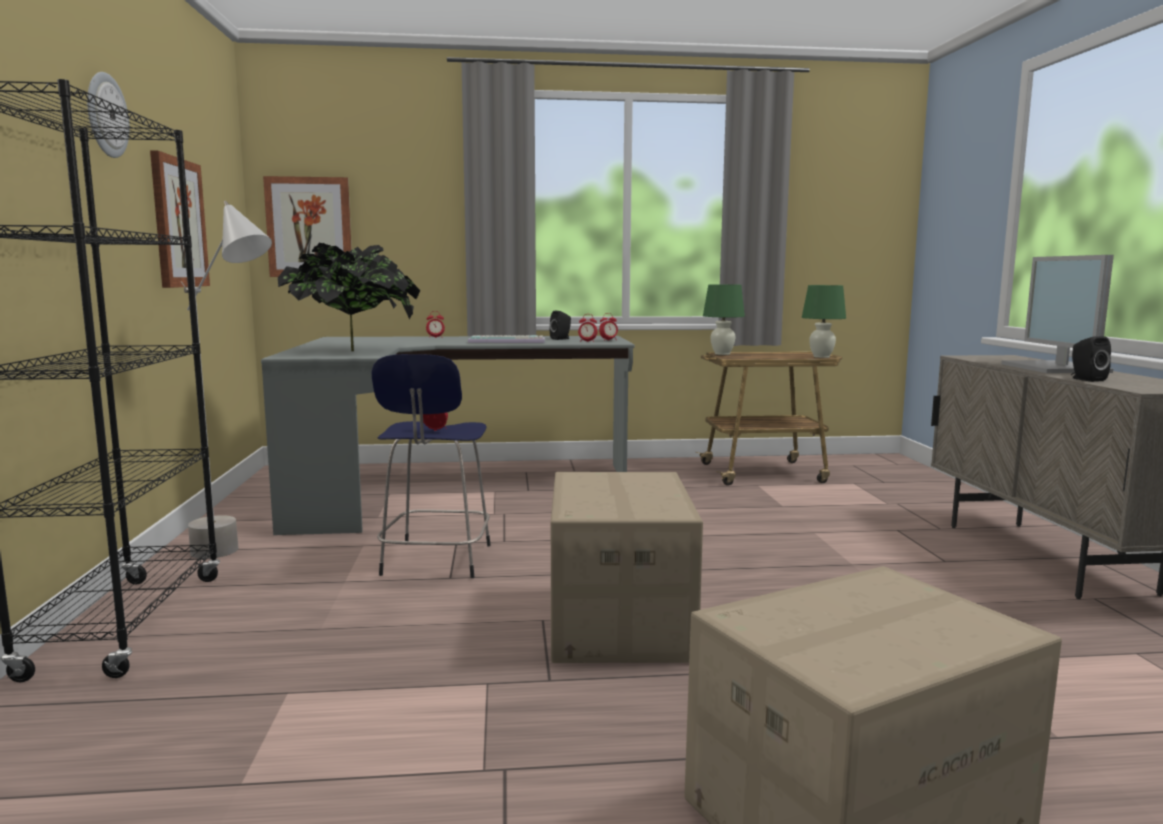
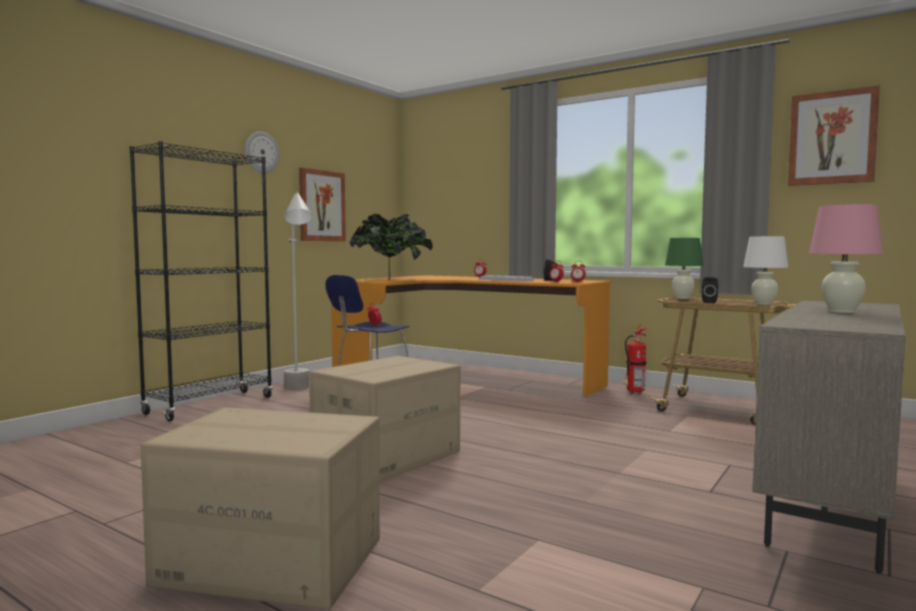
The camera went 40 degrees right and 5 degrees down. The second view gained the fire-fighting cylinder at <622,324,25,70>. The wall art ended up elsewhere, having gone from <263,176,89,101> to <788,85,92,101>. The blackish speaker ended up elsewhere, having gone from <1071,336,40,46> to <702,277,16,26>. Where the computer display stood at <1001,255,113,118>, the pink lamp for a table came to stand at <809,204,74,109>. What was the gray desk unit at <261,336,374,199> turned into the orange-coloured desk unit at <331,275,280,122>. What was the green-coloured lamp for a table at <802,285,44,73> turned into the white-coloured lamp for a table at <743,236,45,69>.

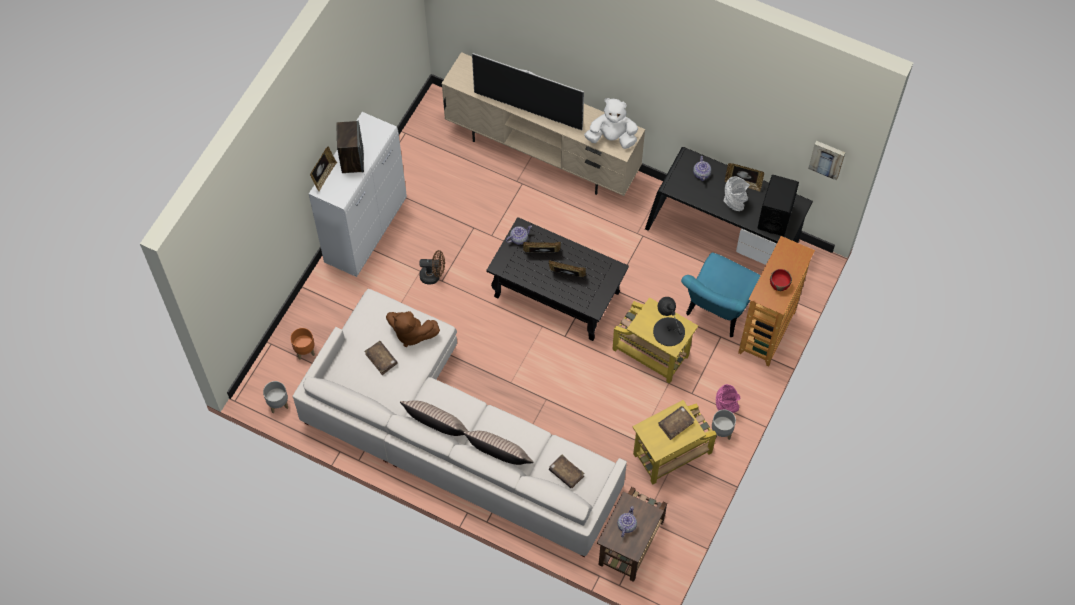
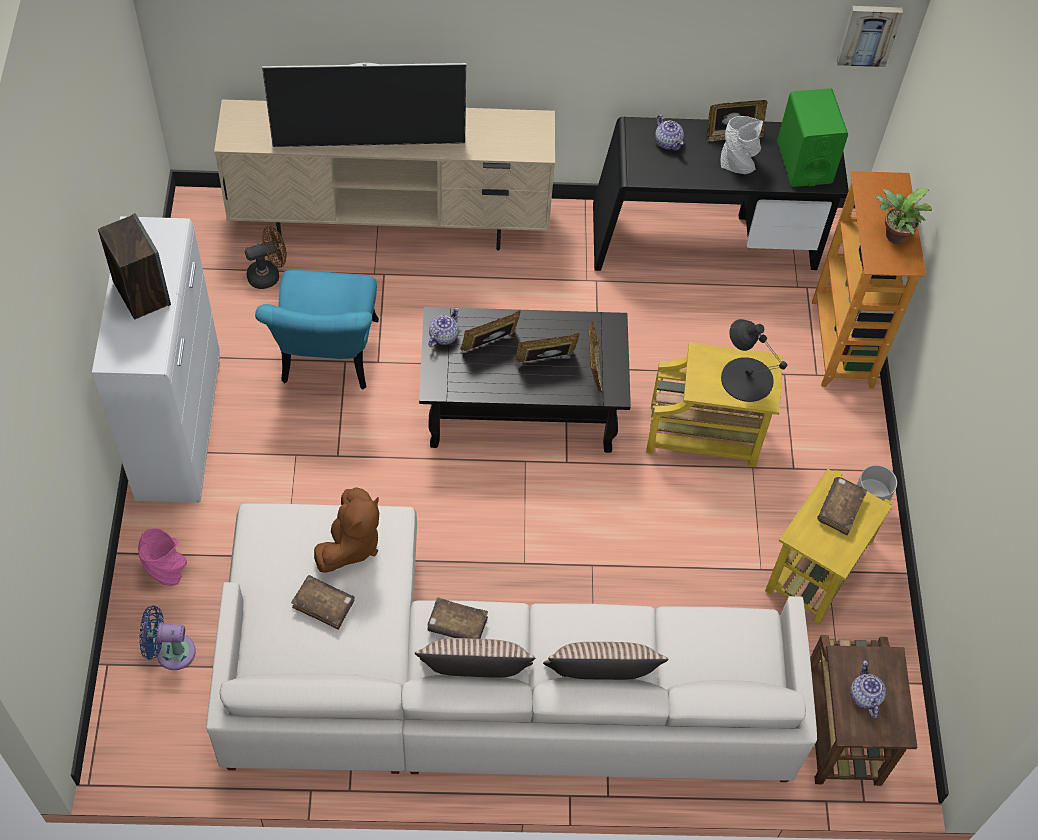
The camera went 30 degrees left and 5 degrees down. The second view lost the gray plant pot at <263,381,25,32>. The second view lost the white-coloured cuddly toy at <584,98,54,51>. The standing frame ended up elsewhere, having gone from <310,146,27,46> to <589,319,14,75>. The brownish electric fan ended up elsewhere, having gone from <419,250,26,35> to <245,226,42,63>. The brownish volume ended up elsewhere, having gone from <549,455,36,34> to <428,597,60,42>. The turquoise-coloured upright chair ended up elsewhere, having gone from <681,253,80,84> to <255,270,124,120>. The pink flower vase ended up elsewhere, having gone from <716,384,24,29> to <138,528,49,58>. Where the orange-coloured plant pot stood at <290,328,25,32>, the blue-coloured electric fan came to stand at <140,606,56,64>. Where the red-coloured deep dish stood at <770,269,22,22>, the potted plant came to stand at <875,189,57,55>. What was the blackish speaker at <758,175,41,61> turned into the green-coloured speaker at <777,88,71,99>. The brownish cuddly toy at <386,311,54,36> ended up facing another way, 60 degrees counterclockwise from before.

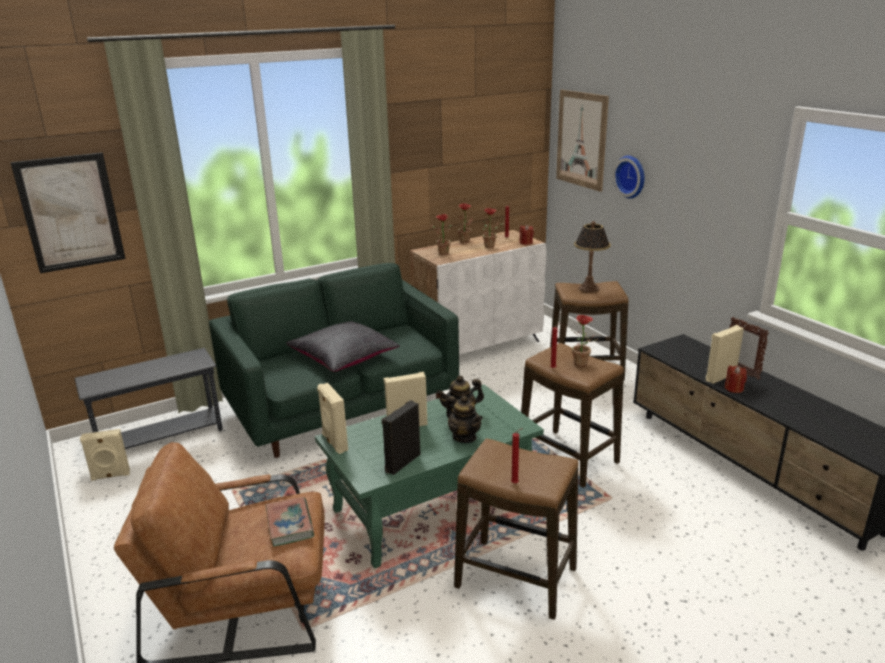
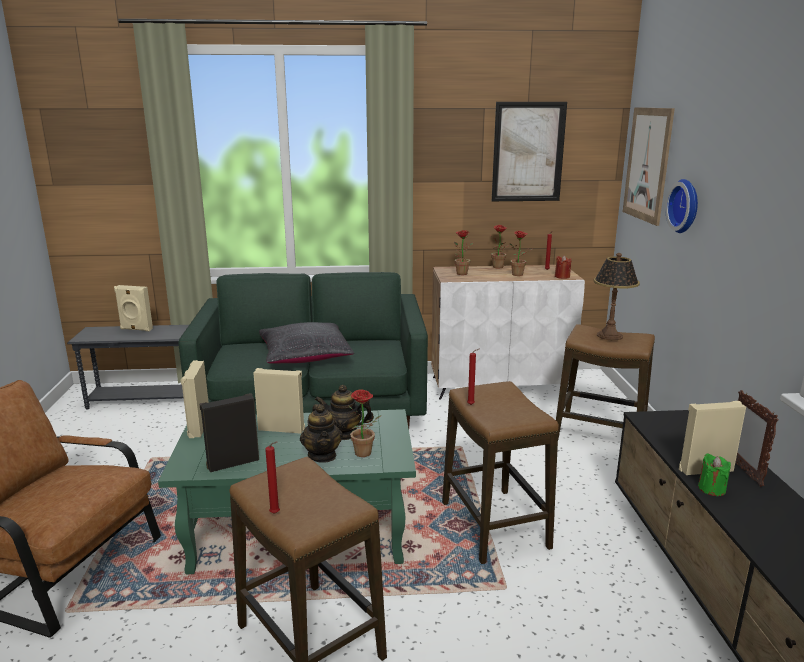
The camera went 25 degrees right and 5 degrees down. The second view lost the volume at <266,497,48,50>. The wall art ended up elsewhere, having gone from <10,152,116,121> to <492,102,75,99>. The sand-coloured speaker ended up elsewhere, having gone from <80,429,50,52> to <114,285,39,46>. The potted plant ended up elsewhere, having gone from <570,315,28,52> to <349,389,32,68>. What was the red-coloured wax light at <725,365,22,28> turned into the green-coloured wax light at <698,454,33,42>.

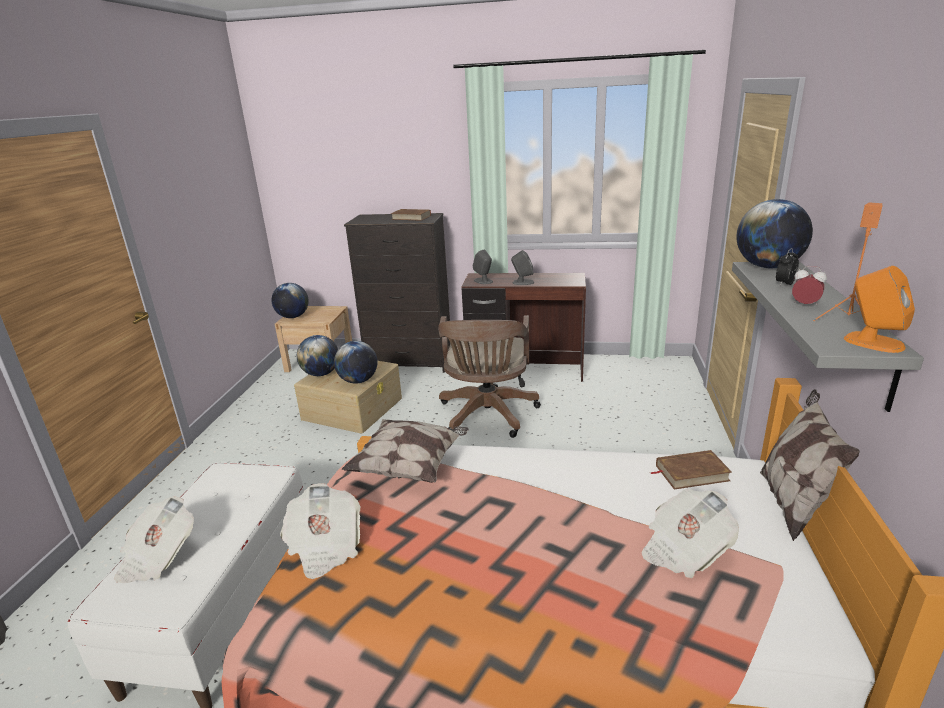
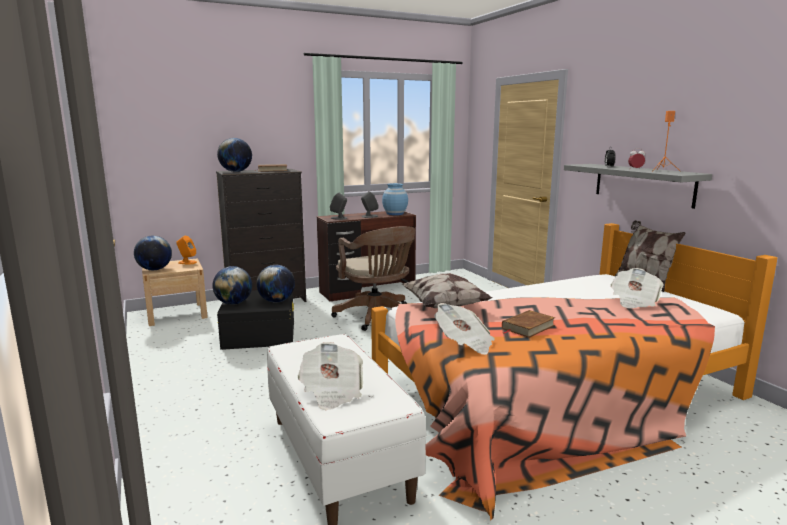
The camera went 35 degrees left and 10 degrees down. The second view gained the blue-coloured flower vase at <382,183,26,32>. The brownish volume ended up elsewhere, having gone from <650,450,82,39> to <502,310,53,28>. The world globe ended up elsewhere, having gone from <737,199,76,69> to <217,138,35,34>. The orange-coloured speaker ended up elsewhere, having gone from <844,266,71,87> to <176,236,21,28>. What was the sand-coloured storage bin at <294,361,108,73> turned into the blackish storage bin at <217,290,77,60>.

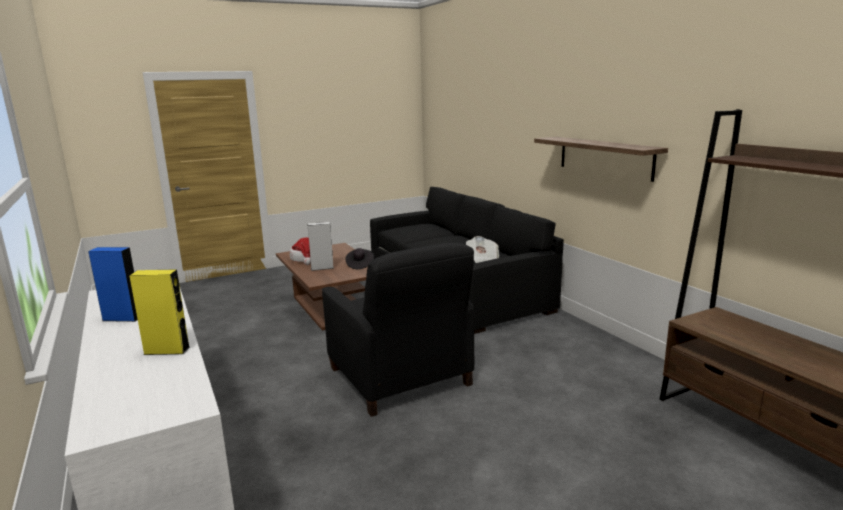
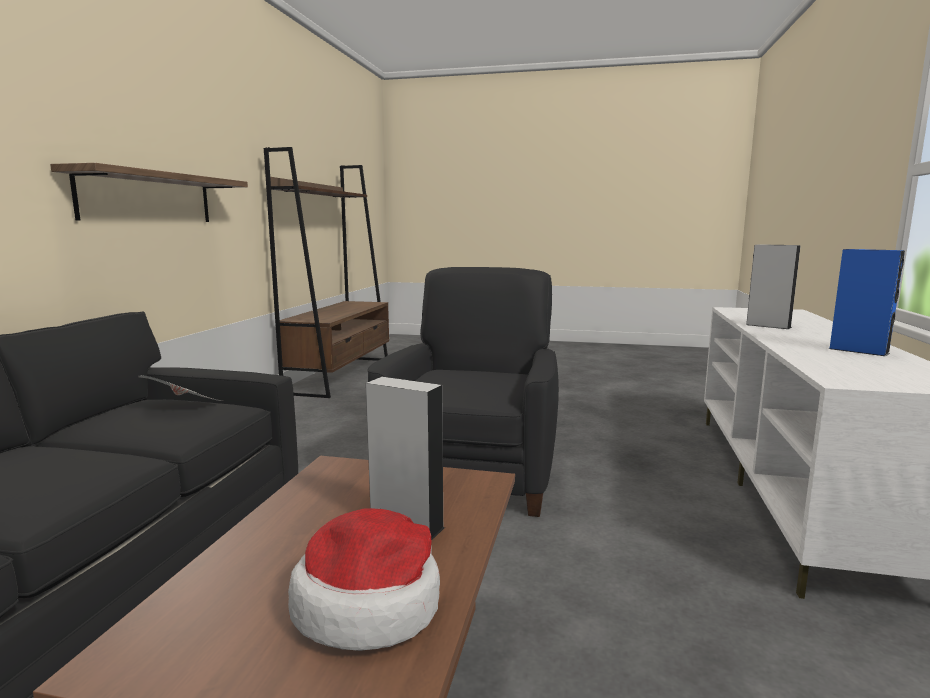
The camera went 140 degrees left and 5 degrees down. The second view lost the blackish clothing hat at <345,248,29,21>. What was the yellowish speaker at <129,269,61,86> turned into the gray speaker at <746,244,55,85>.

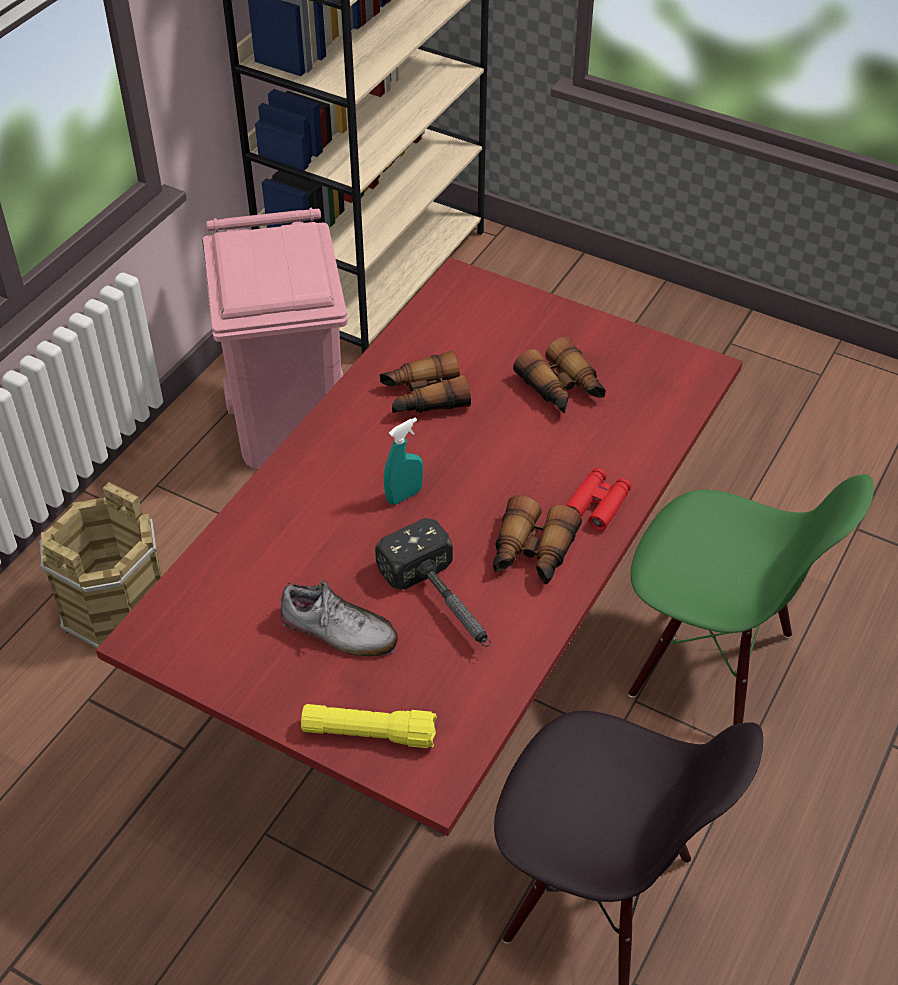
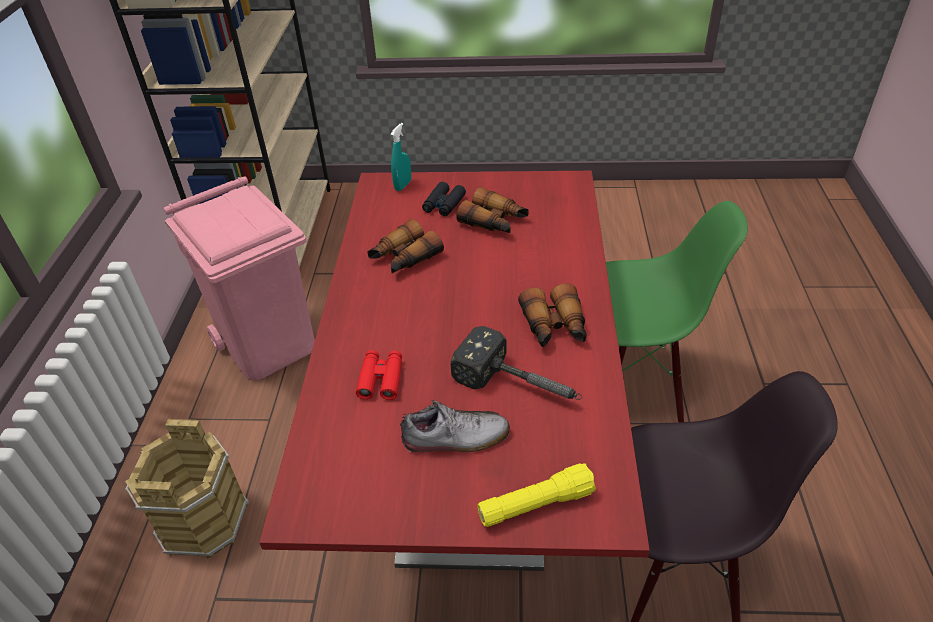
The camera went 25 degrees left and 5 degrees down. The second view gained the blackish pair of binoculars at <422,182,44,34>. The turquoise-coloured spray bottle ended up elsewhere, having gone from <384,417,39,88> to <391,123,20,68>. The red-coloured pair of binoculars ended up elsewhere, having gone from <565,468,66,63> to <356,350,46,50>.

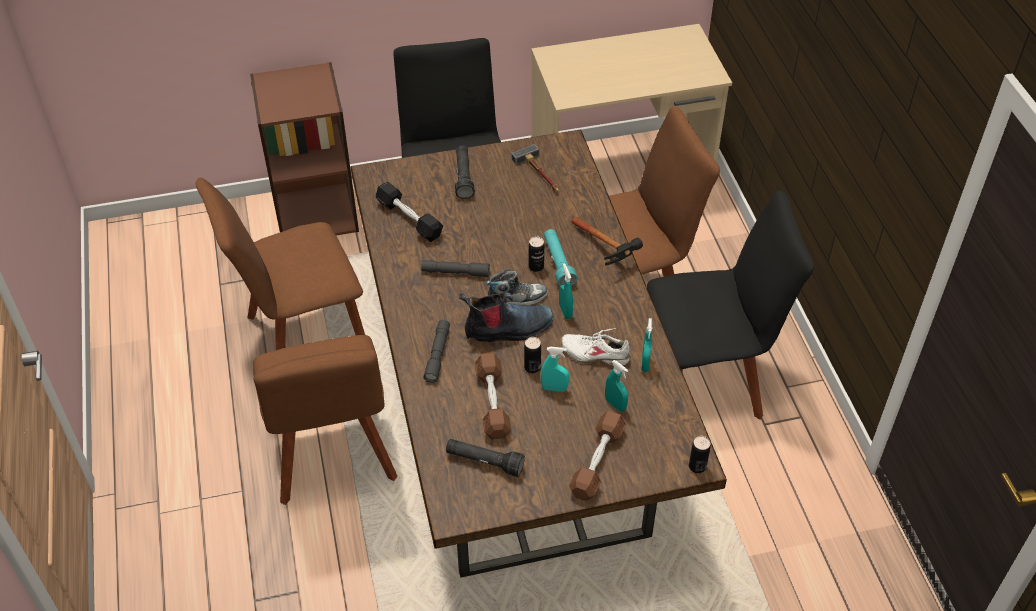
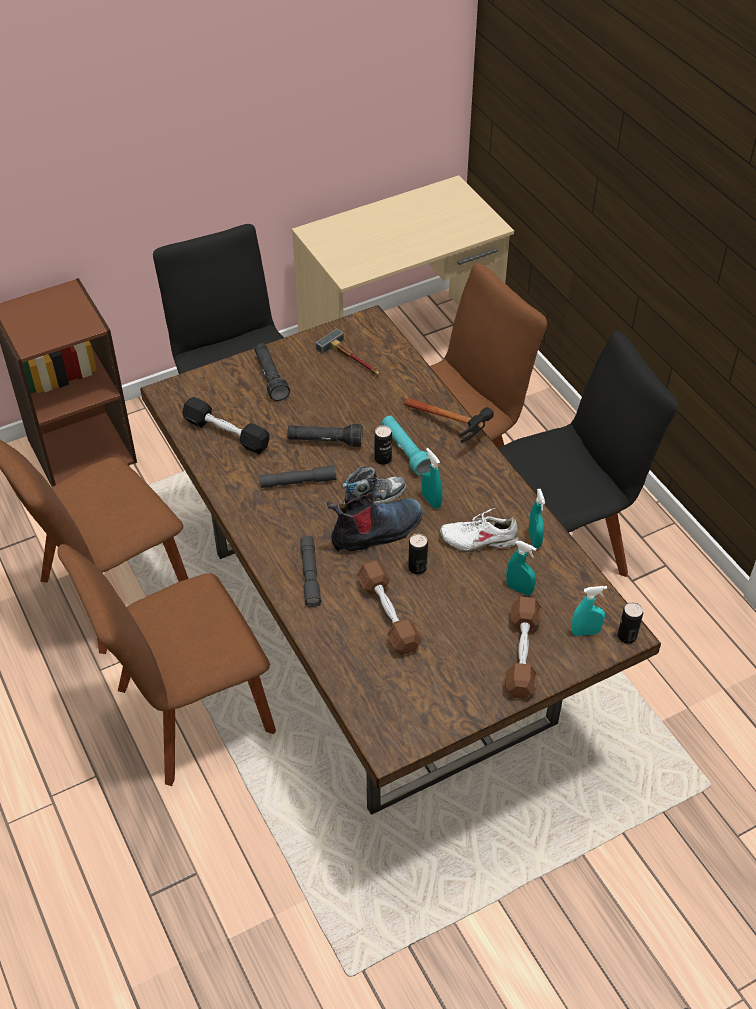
The camera went 15 degrees left and 0 degrees up. The blackish flashlight ended up elsewhere, having gone from <446,439,79,38> to <287,424,76,23>. The turquoise-coloured spray bottle ended up elsewhere, having gone from <541,347,28,45> to <571,586,36,50>. The brownish upright chair at <253,335,145,170> ended up facing another way, 90 degrees clockwise from before.

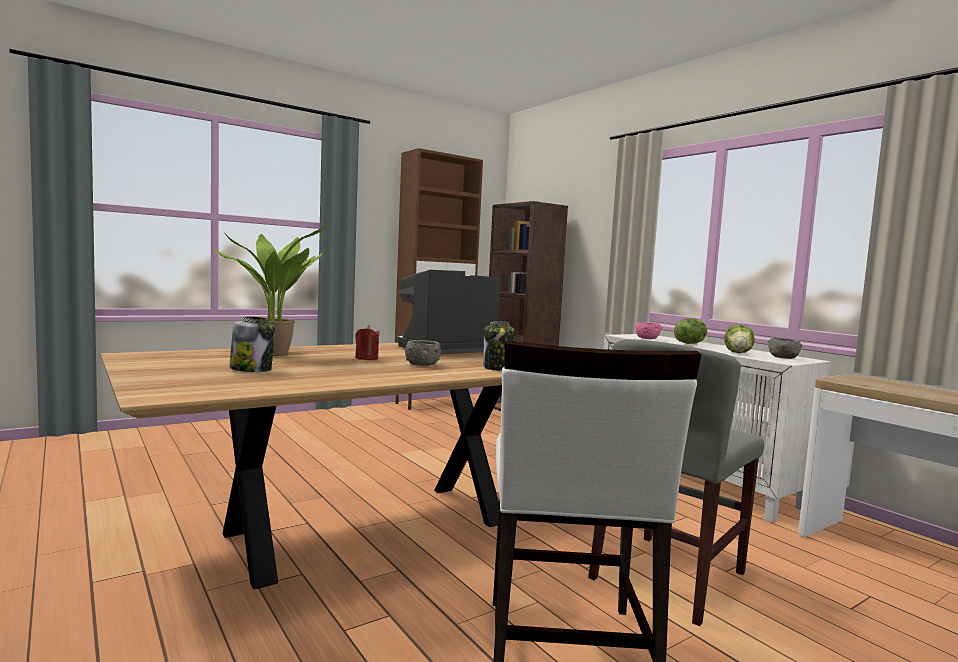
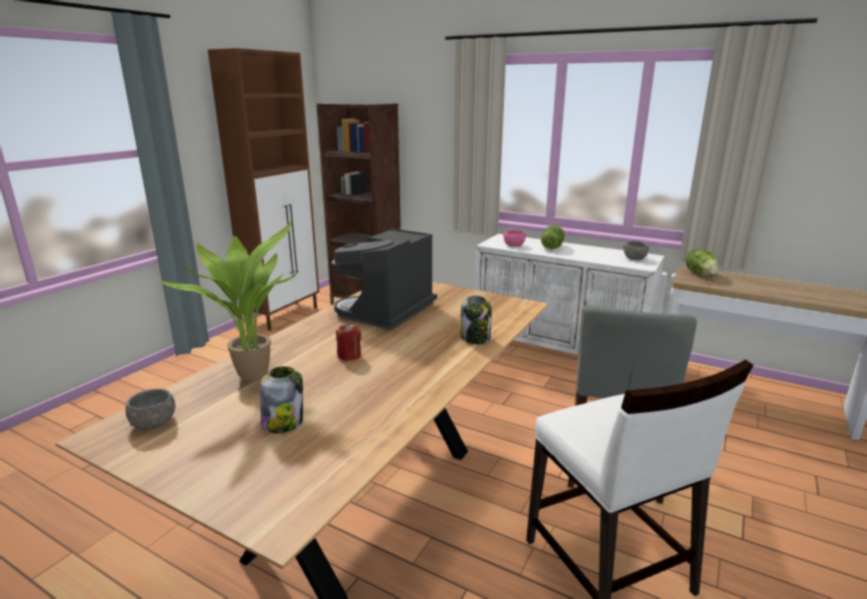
The camera went 25 degrees left and 15 degrees up. The gray deep dish ended up elsewhere, having gone from <405,340,36,26> to <125,389,51,41>. The lettuce ended up elsewhere, having gone from <724,325,31,28> to <685,249,33,27>.

